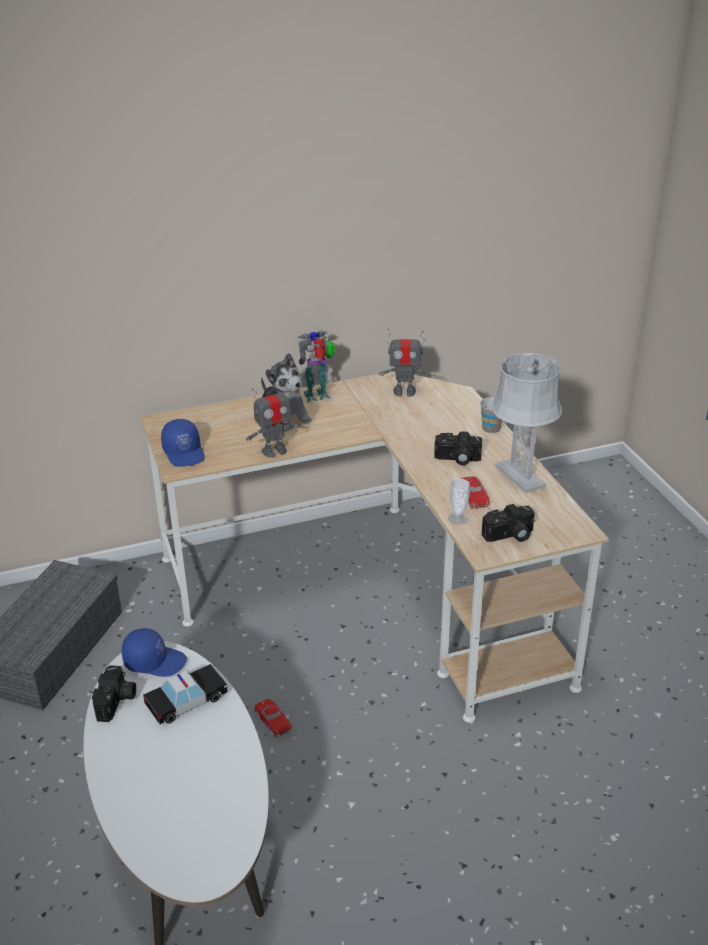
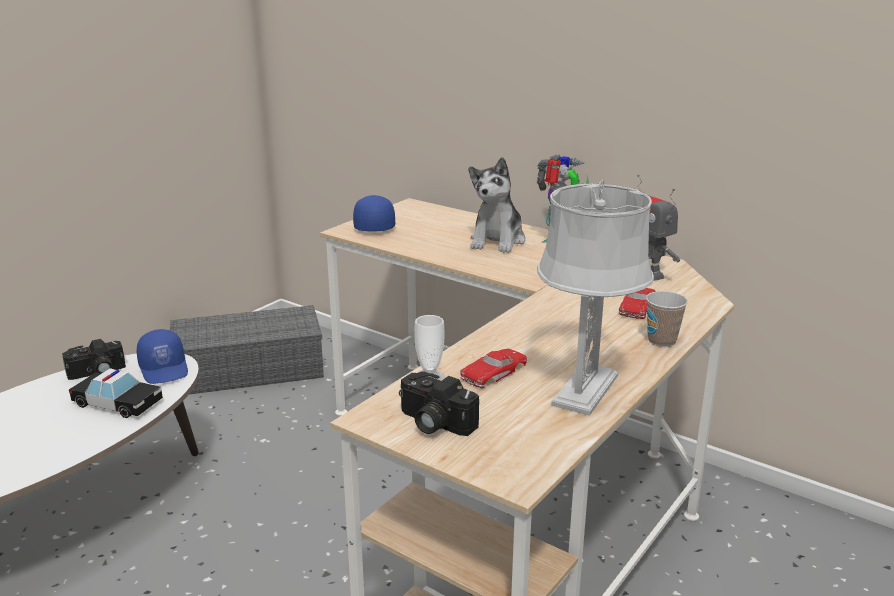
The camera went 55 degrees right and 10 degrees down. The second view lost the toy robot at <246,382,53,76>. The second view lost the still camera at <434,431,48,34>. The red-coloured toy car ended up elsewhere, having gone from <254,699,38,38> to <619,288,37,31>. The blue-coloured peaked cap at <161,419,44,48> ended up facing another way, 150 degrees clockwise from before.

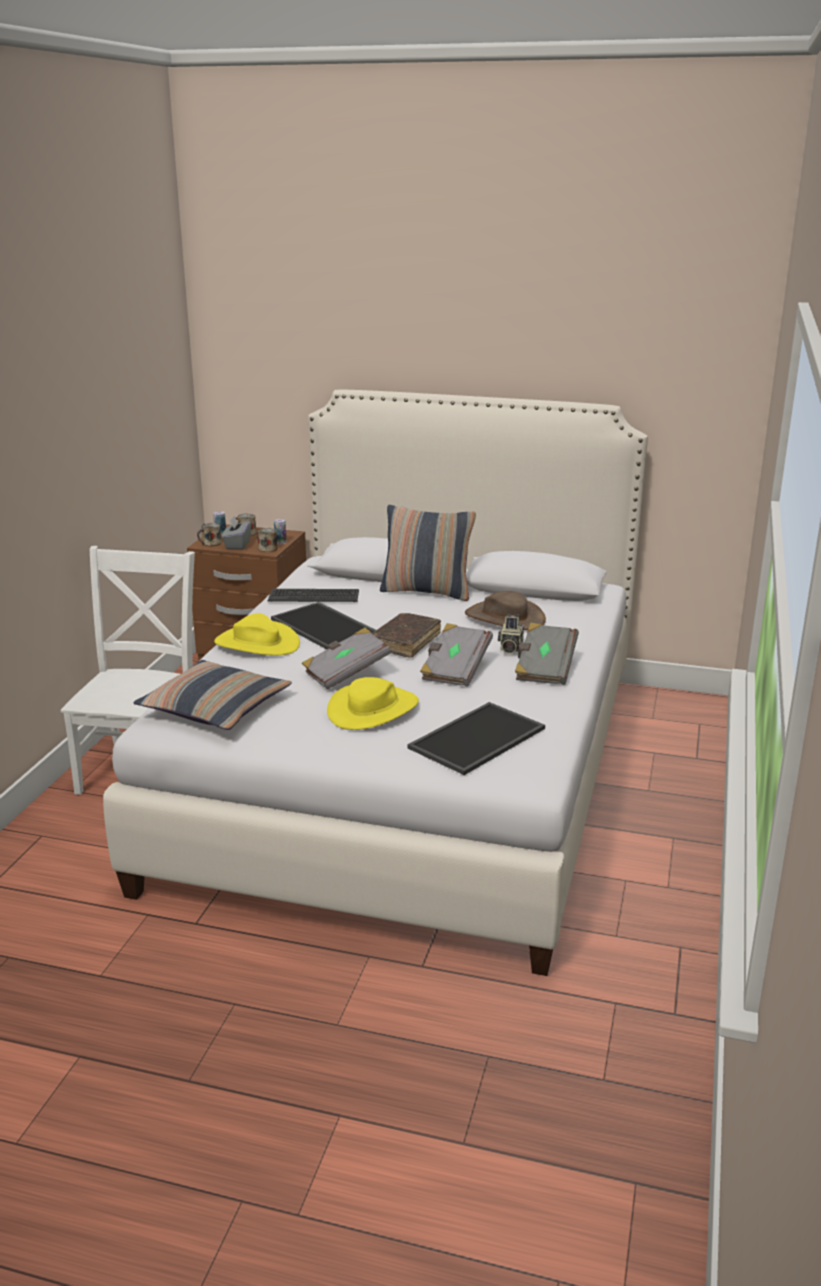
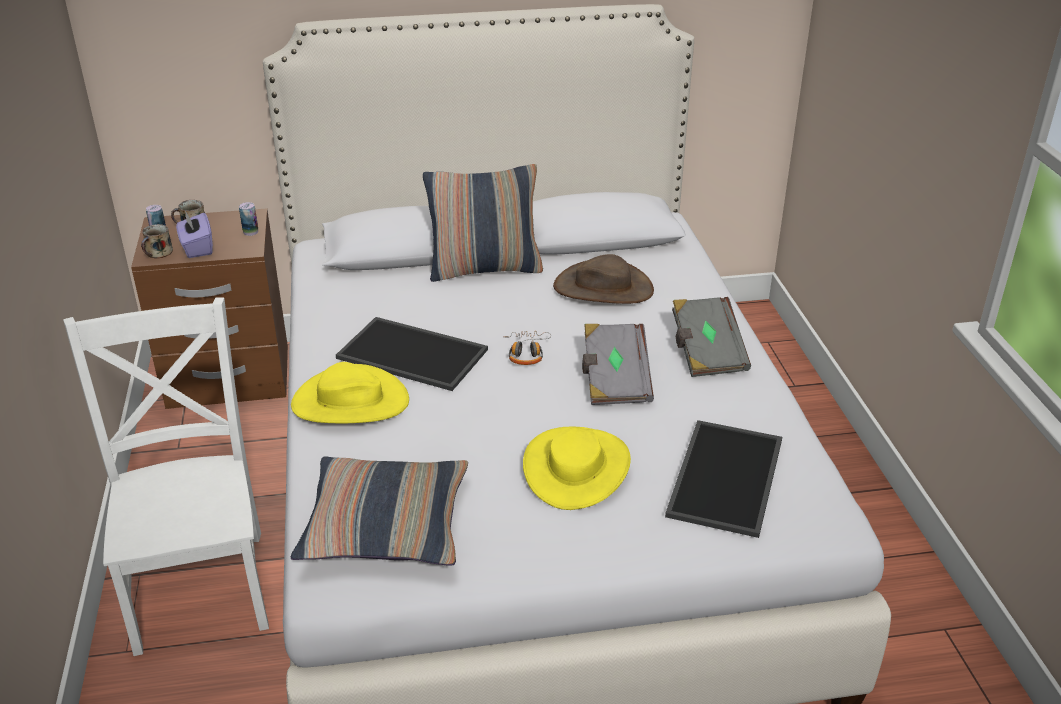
The camera went 25 degrees left and 10 degrees up. The second view lost the tea mug at <257,528,21,24>. The second view lost the computer keyboard at <268,589,91,13>. The second view lost the gray volume at <302,628,89,62>. The second view lost the still camera at <498,614,26,40>. Where the brownish volume stood at <372,613,69,45>, the headset came to stand at <506,331,45,34>. What was the gray tissue holder at <222,516,29,34> turned into the purplish tissue holder at <176,211,37,47>.

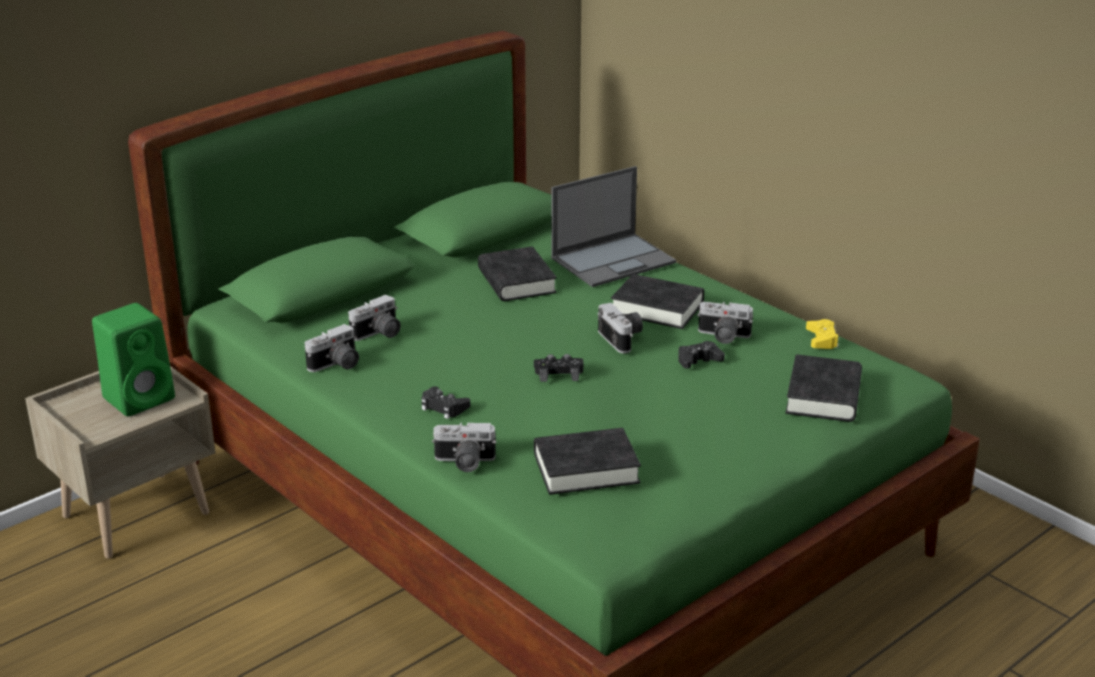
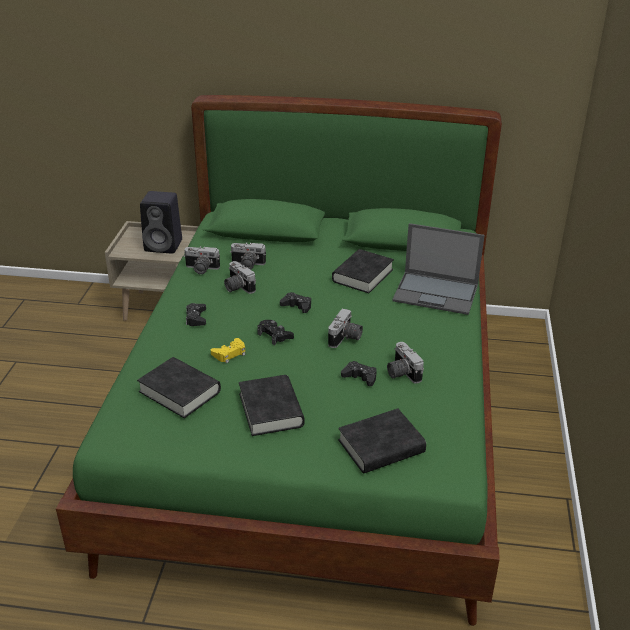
The camera went 50 degrees right and 5 degrees up. The second view gained the blackish game controller at <280,292,31,21>. The still camera ended up elsewhere, having gone from <432,422,64,50> to <224,261,32,33>. The blackish volume ended up elsewhere, having gone from <611,274,93,55> to <239,375,66,61>. The yellowish game controller ended up elsewhere, having gone from <806,319,33,30> to <211,338,34,25>. What was the green-coloured speaker at <92,303,83,114> turned into the blackish speaker at <140,191,42,63>.

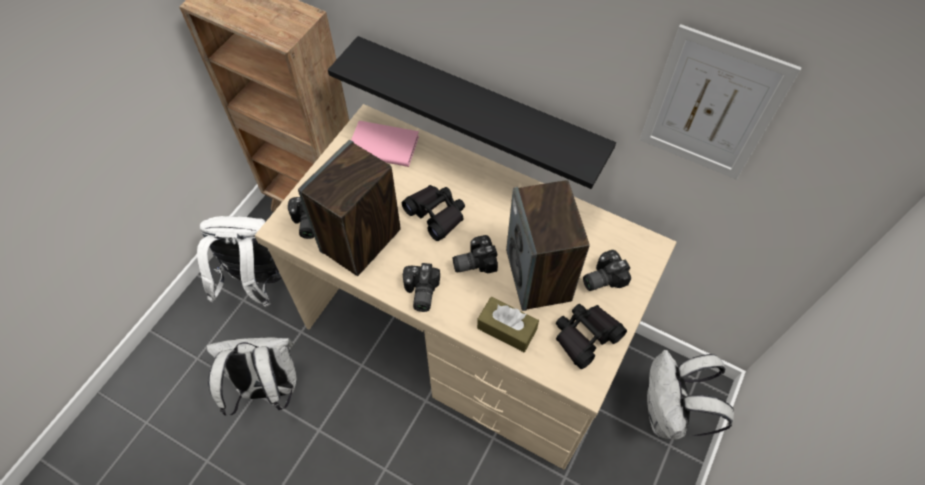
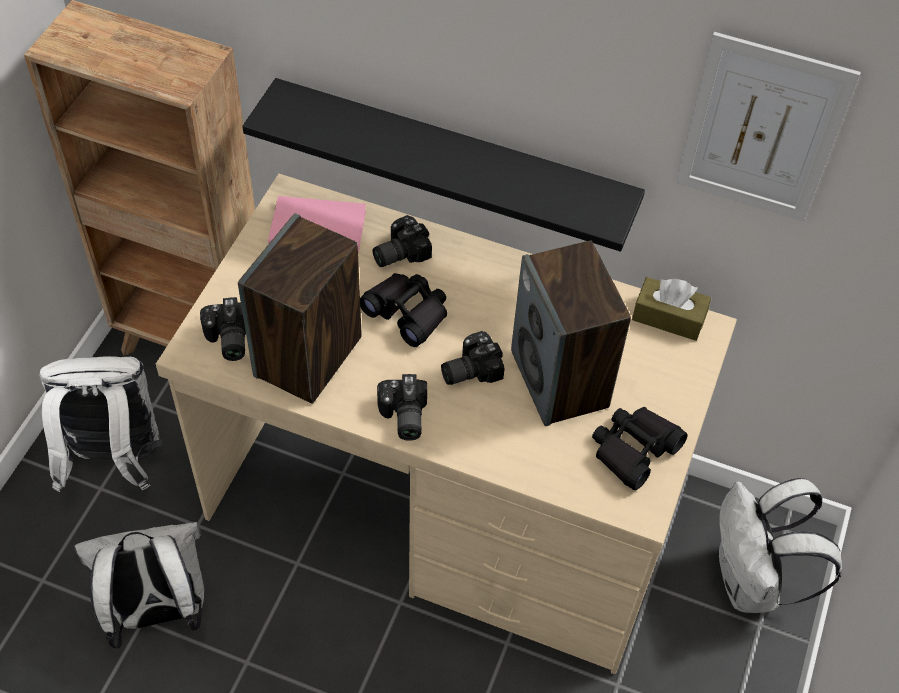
The camera went 10 degrees left and 5 degrees down. The brownish tissue holder ended up elsewhere, having gone from <477,297,62,55> to <632,277,79,64>. The still camera ended up elsewhere, having gone from <583,250,48,41> to <372,215,60,52>.

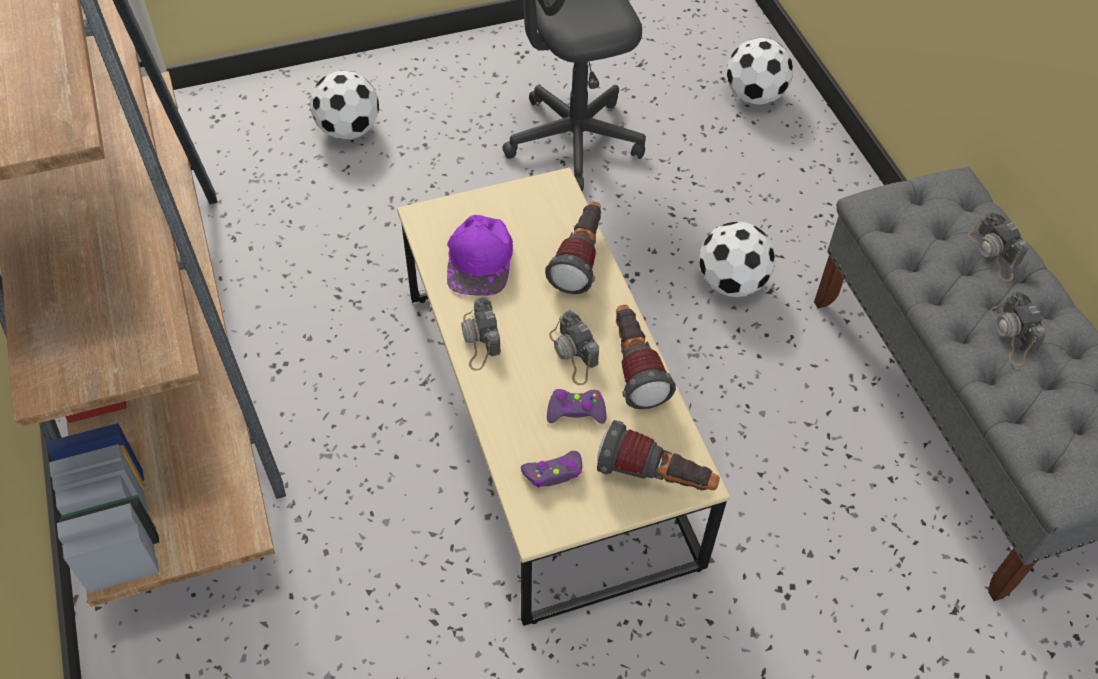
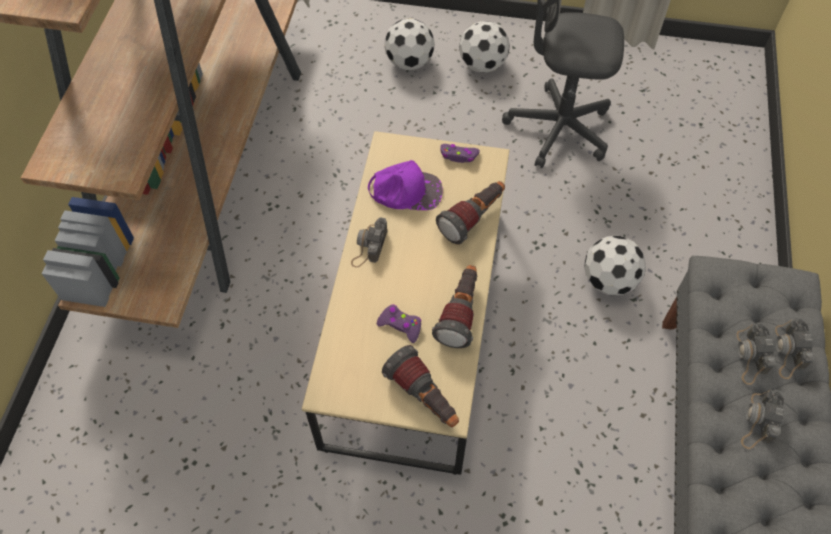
The camera went 30 degrees right and 5 degrees up. The purplish game controller ended up elsewhere, having gone from <521,451,61,37> to <440,144,40,19>. The still camera ended up elsewhere, having gone from <549,310,50,75> to <737,323,39,62>. The football ball ended up elsewhere, having gone from <727,37,66,68> to <459,21,51,52>. The purplish peaked cap at <447,215,66,81> ended up facing another way, 120 degrees counterclockwise from before.

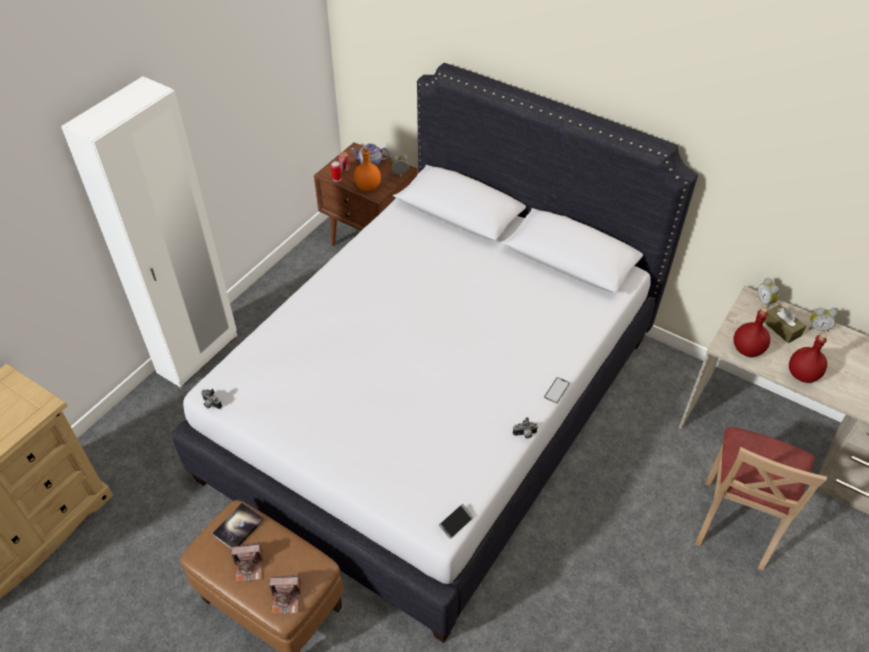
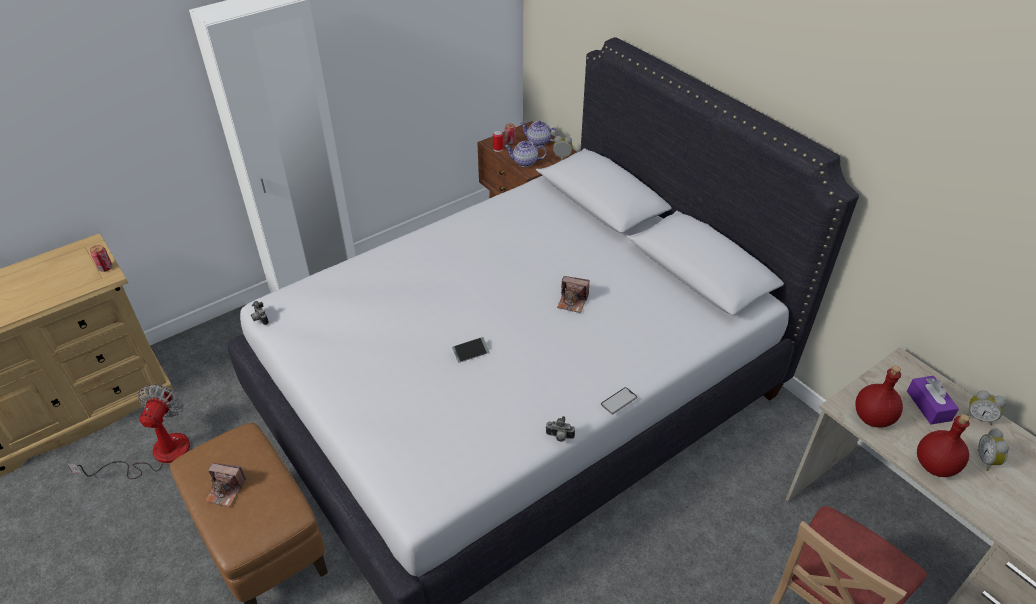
The camera went 20 degrees right and 5 degrees down. The second view lost the volume at <212,502,53,46>. The second view gained the electric fan at <67,384,123,95>. The second view gained the can at <90,245,22,27>. The still camera ended up elsewhere, having gone from <269,575,32,39> to <557,276,32,37>. The phone ended up elsewhere, having gone from <439,504,35,35> to <452,337,37,26>. The bedside clock ended up elsewhere, having gone from <757,278,22,31> to <977,428,32,43>. Where the orange-coloured beverage bottle stood at <354,147,27,44>, the teapot came to stand at <505,140,42,27>. What was the brownish tissue holder at <764,304,42,39> turned into the purplish tissue holder at <907,376,52,49>.

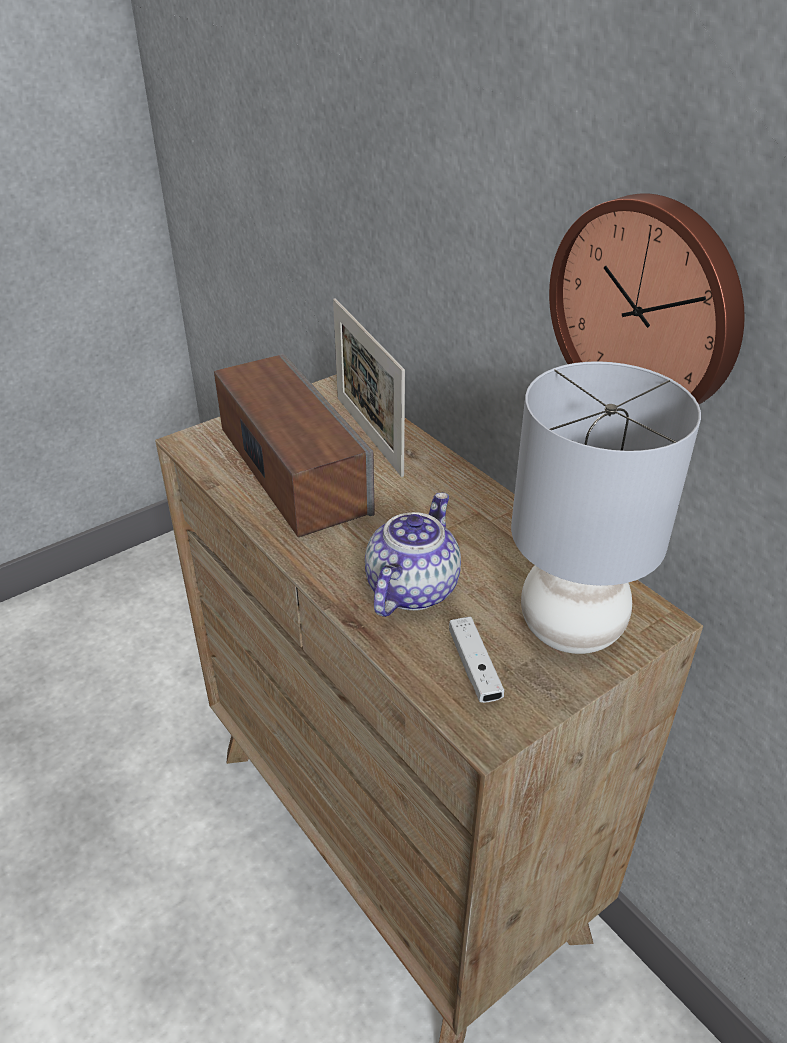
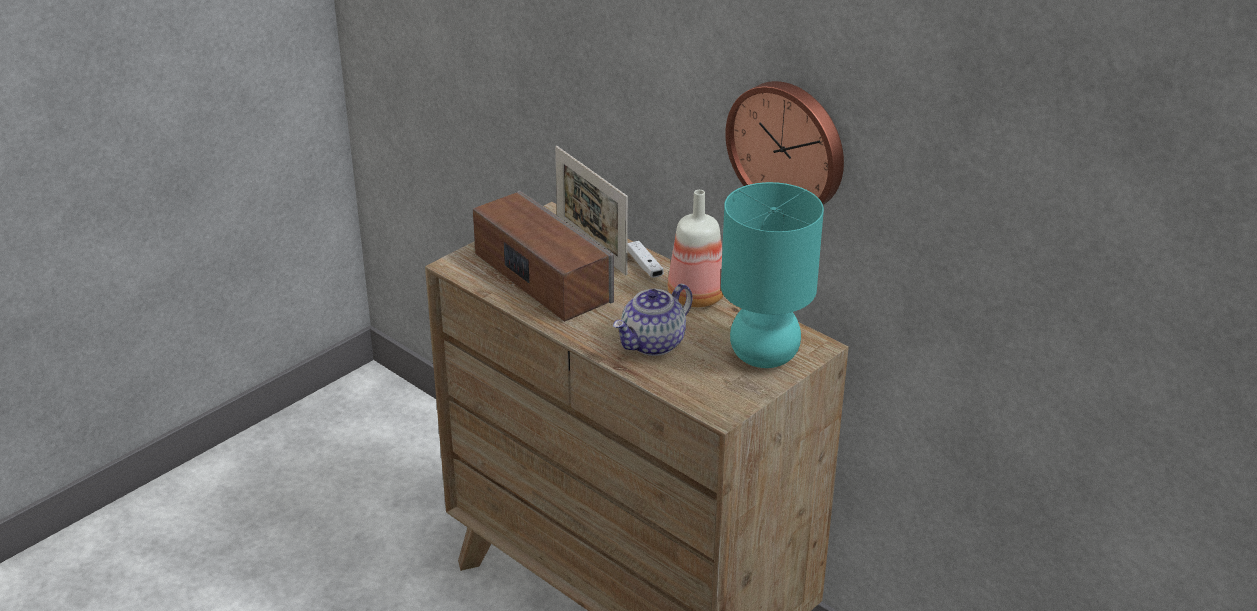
The camera went 10 degrees left and 5 degrees down. The second view gained the beverage bottle at <668,190,56,117>. The white-coloured game controller ended up elsewhere, having gone from <449,617,55,86> to <628,241,36,37>. What was the gray lamp for a table at <511,361,190,293> turned into the turquoise-coloured lamp for a table at <721,182,103,186>. The teapot at <365,492,96,125> ended up facing another way, 150 degrees counterclockwise from before.

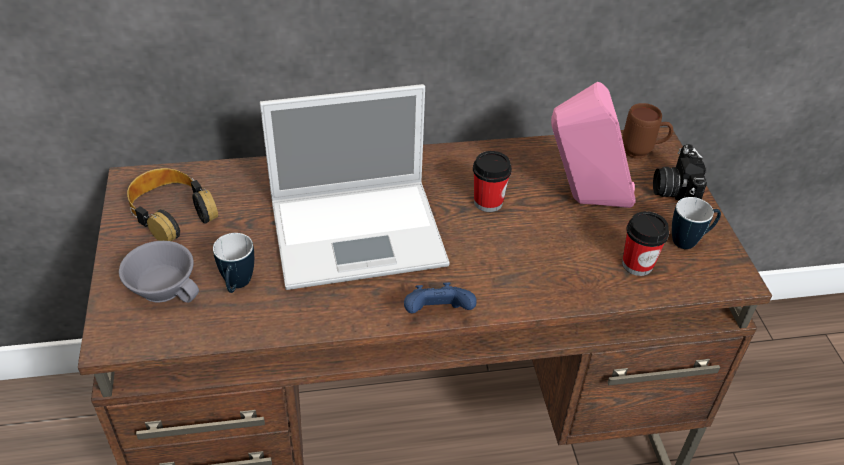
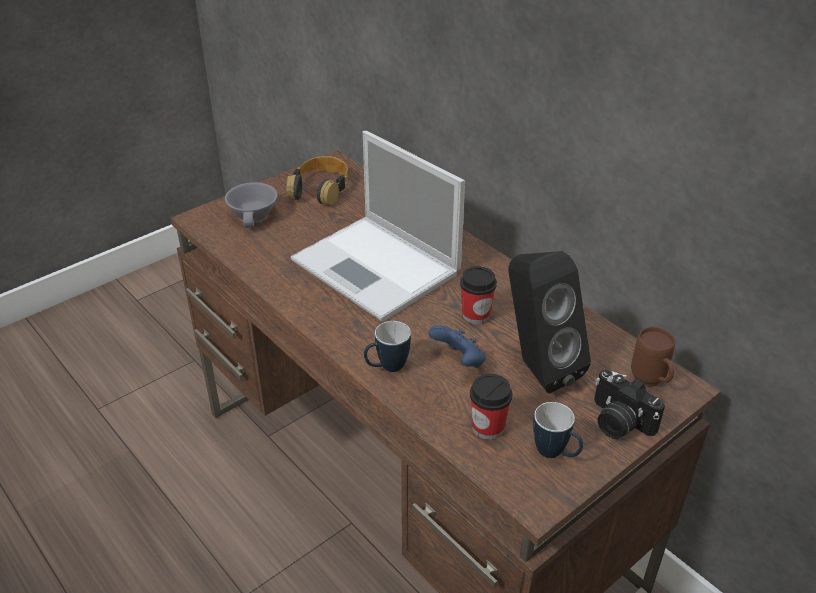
The camera went 60 degrees right and 5 degrees down. The tea mug ended up elsewhere, having gone from <213,233,41,60> to <364,321,47,51>. The blue-coloured game controller ended up elsewhere, having gone from <404,282,73,32> to <428,325,58,43>. What was the pink speaker at <551,82,85,126> turned into the blackish speaker at <508,251,83,142>. The still camera at <653,144,54,56> ended up facing another way, 105 degrees counterclockwise from before.

